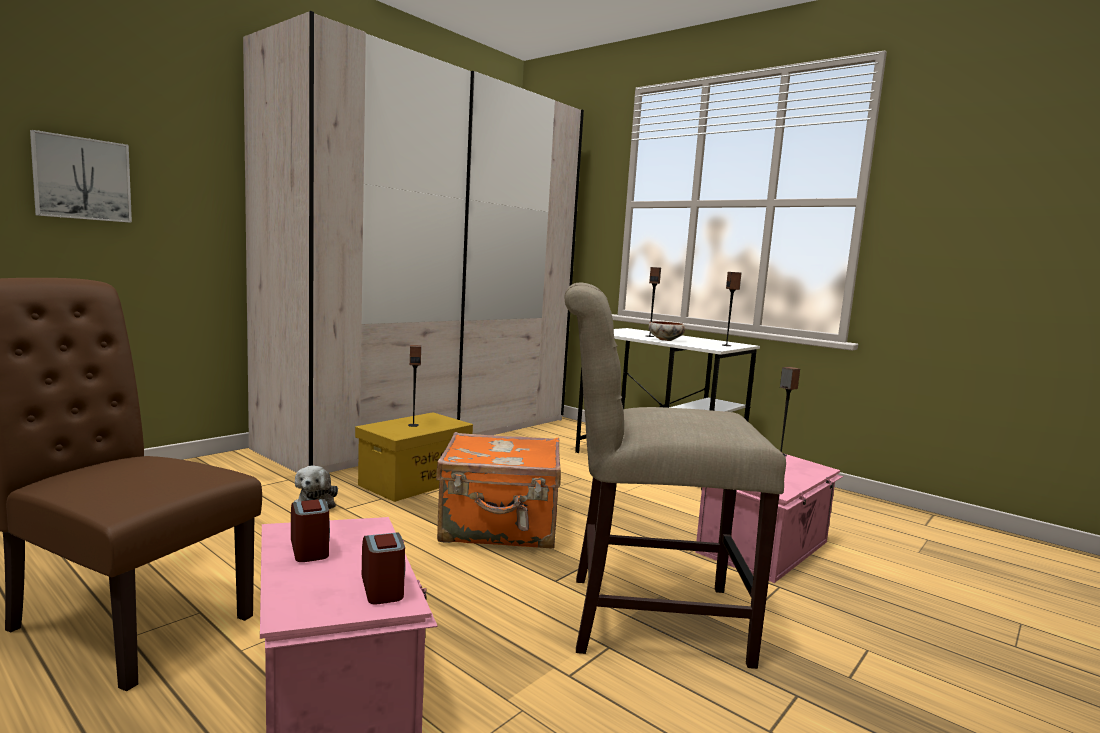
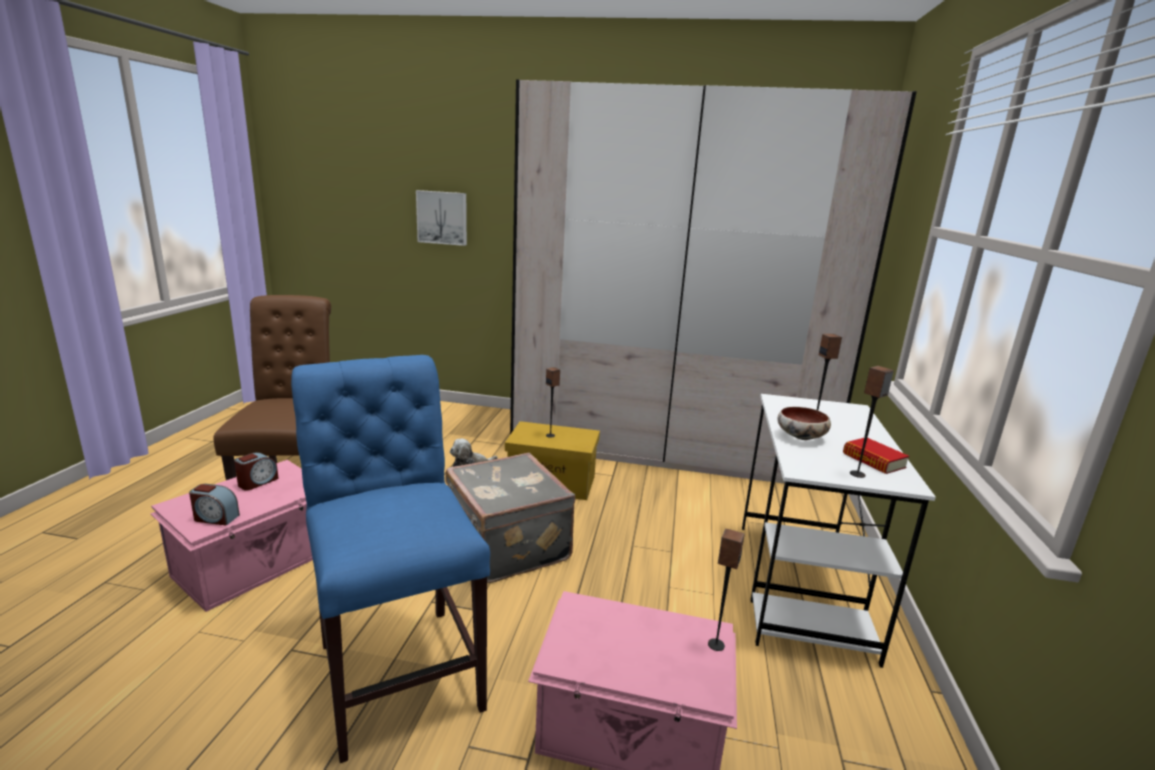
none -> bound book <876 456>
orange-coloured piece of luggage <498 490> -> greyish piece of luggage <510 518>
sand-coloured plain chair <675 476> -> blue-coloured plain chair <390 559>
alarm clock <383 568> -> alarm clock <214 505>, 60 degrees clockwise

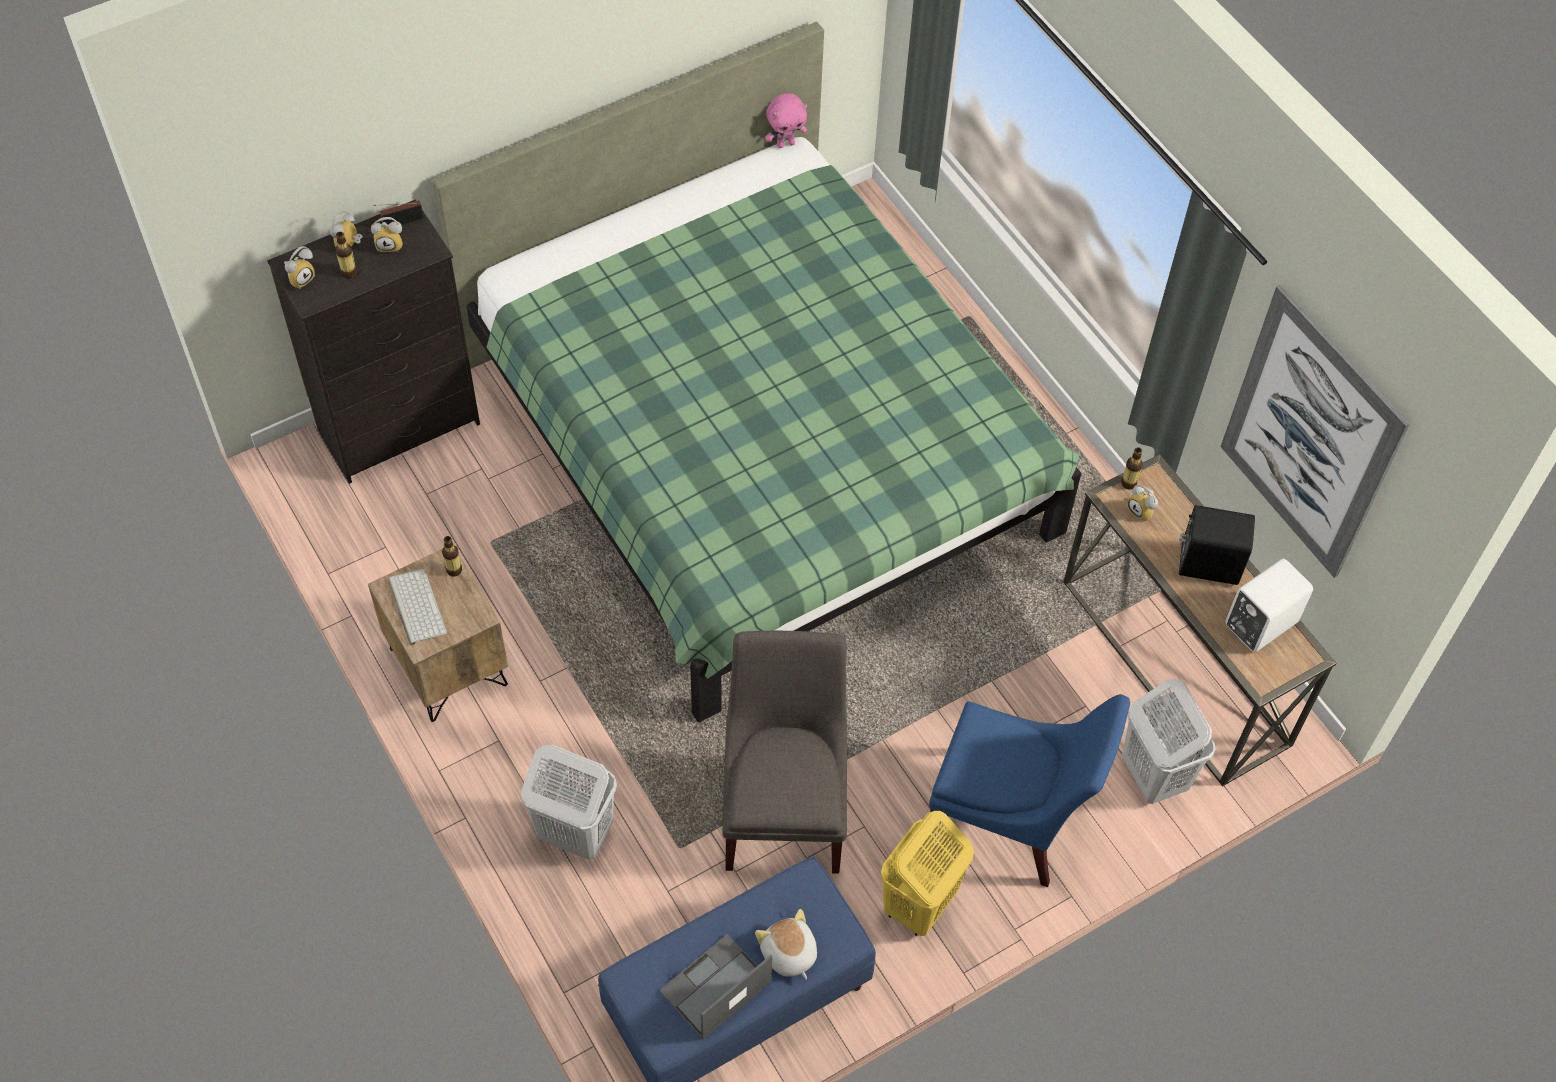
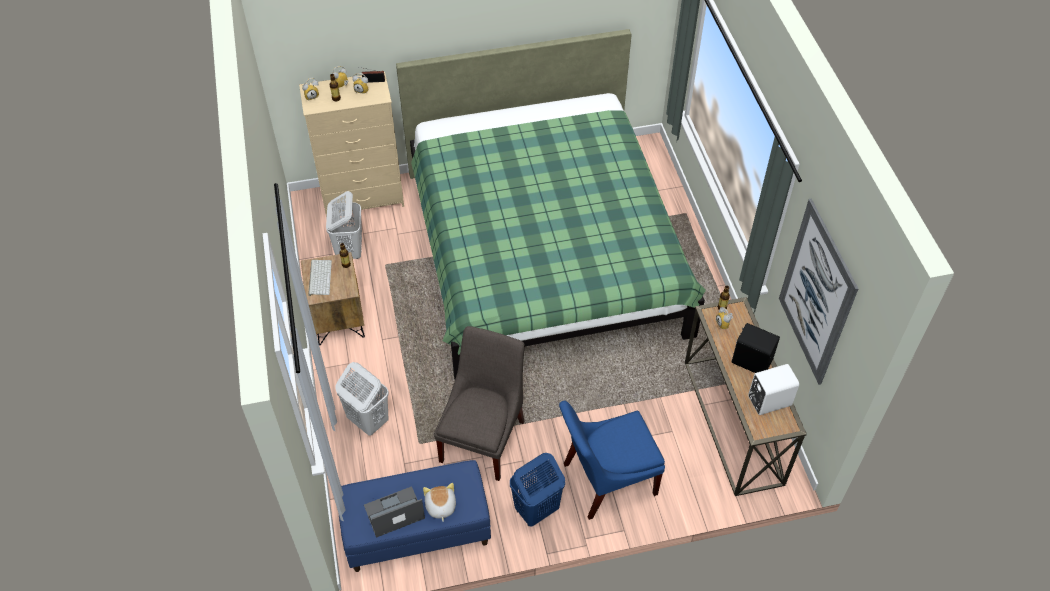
pink soft toy <786 120> -> none
white laundry basket <1168 741> -> white laundry basket <344 225>, move
black-coloured drawer chest <373 341> -> sand-coloured drawer chest <351 144>
yellow laundry basket <927 873> -> blue-coloured laundry basket <537 490>
blue-coloured plain chair <1029 790> -> blue-coloured plain chair <612 460>, 120 degrees clockwise

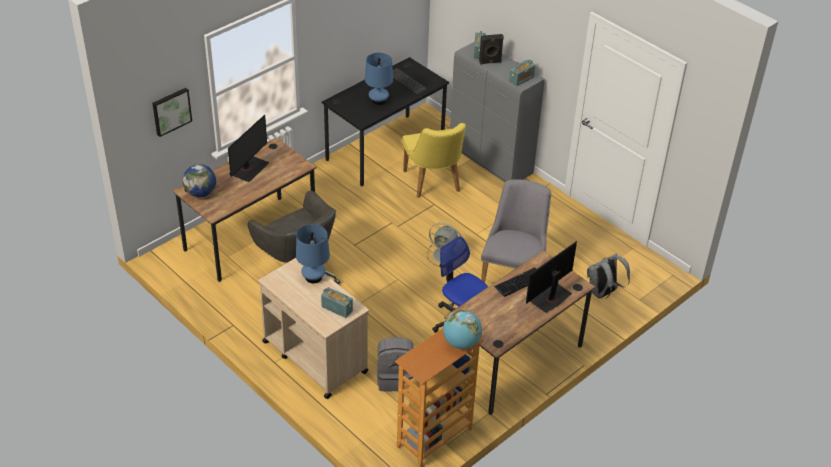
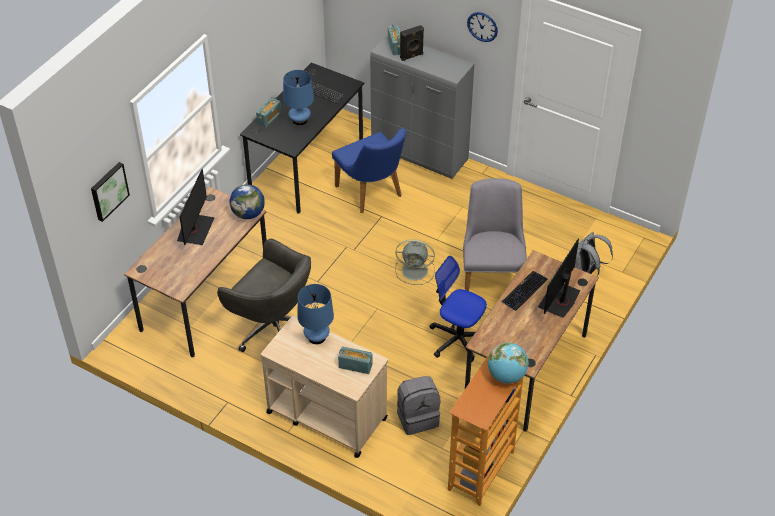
none -> wall clock <482 27>
world globe <199 180> -> world globe <246 201>, move
radio set <522 73> -> radio set <268 112>, move
yellow plain chair <434 160> -> blue-coloured plain chair <369 170>

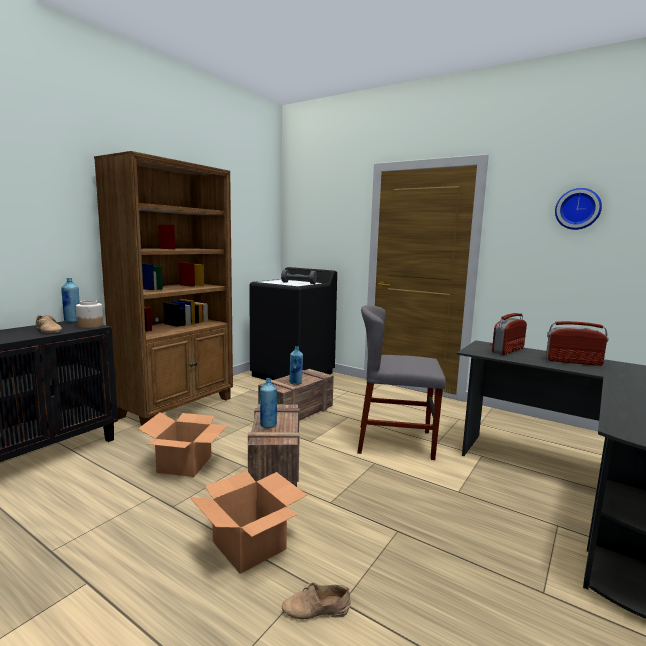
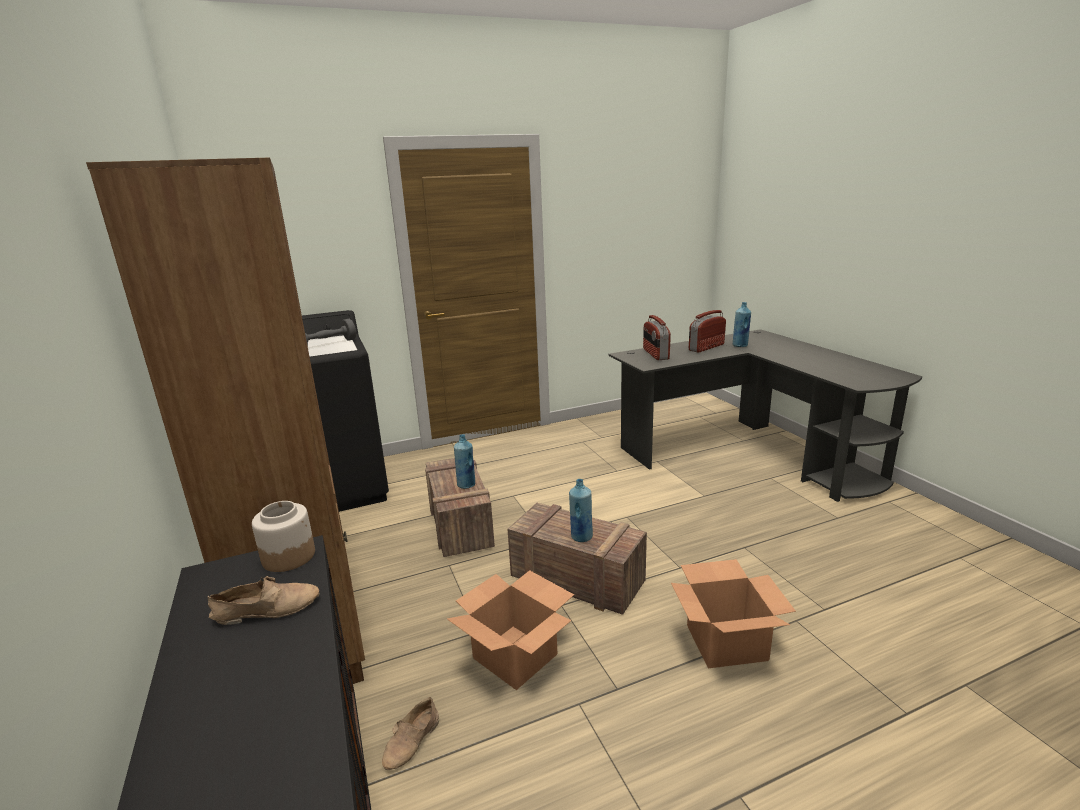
greyish plain chair <401 382> -> none
wall clock <578 209> -> none
blue-coloured bottle <70 300> -> blue-coloured bottle <742 324>, move
sand-coloured shoe <316 601> -> sand-coloured shoe <410 733>, move

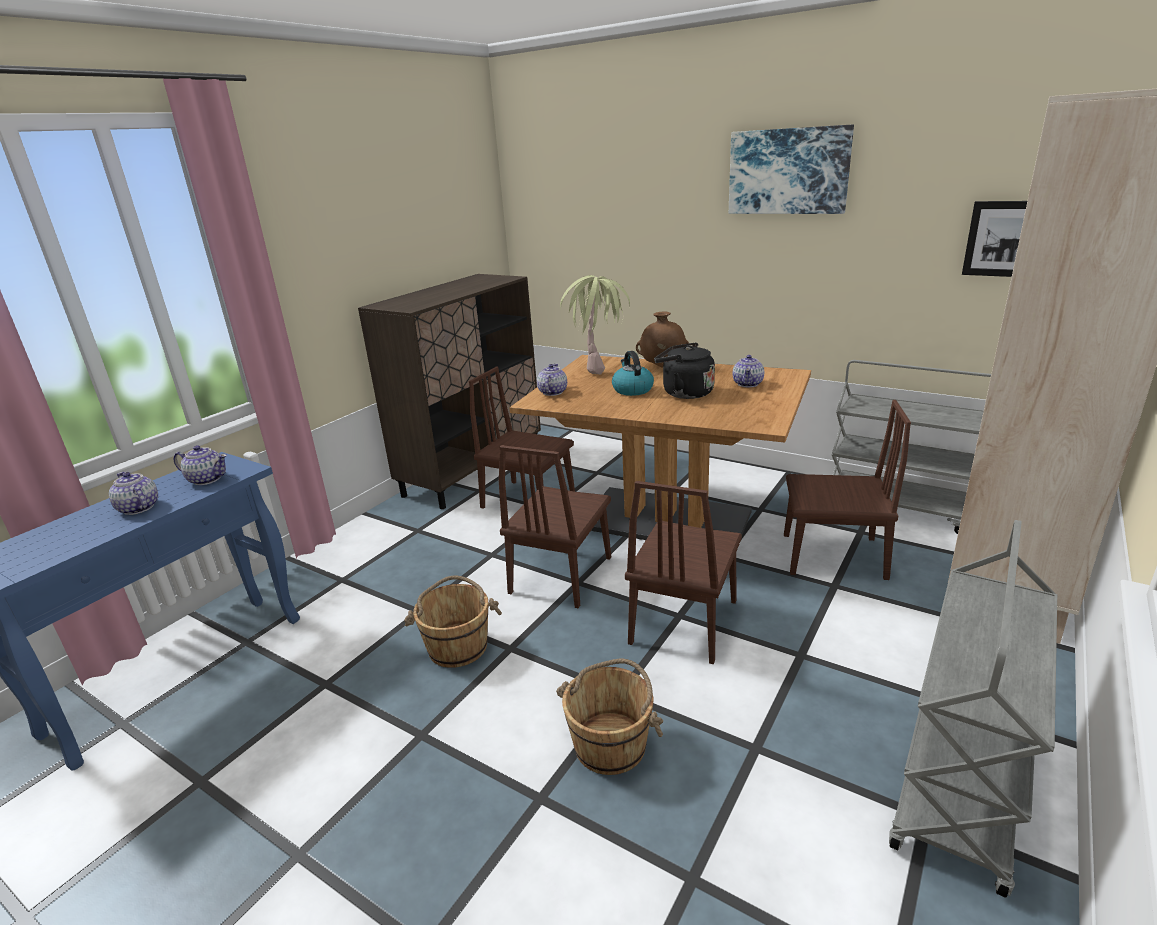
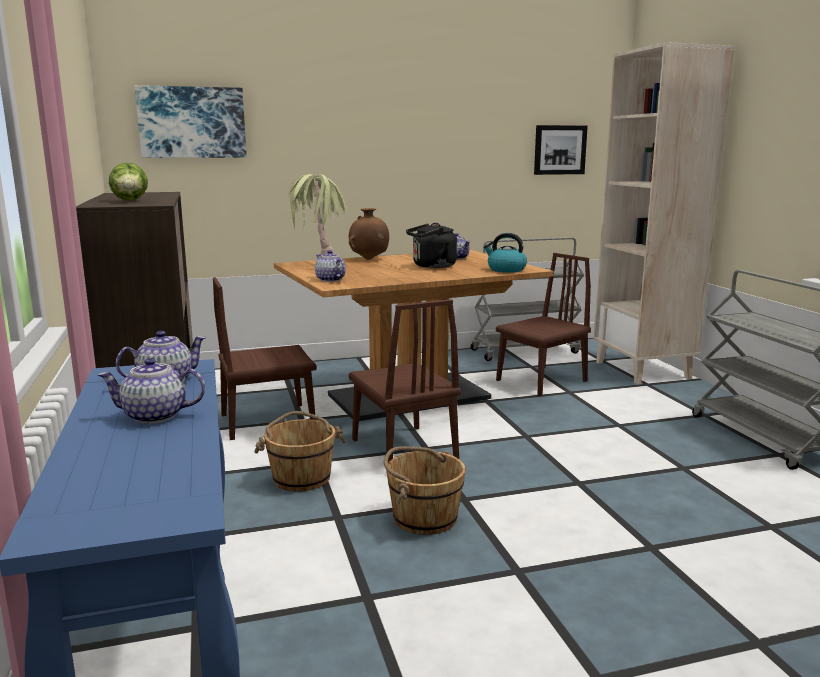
brown-coloured plain chair <683 572> -> none
none -> head of lettuce <128 182>
brown-coloured water bucket <609 717> -> brown-coloured water bucket <300 451>, move
tea kettle <633 373> -> tea kettle <505 253>, move
picture <791 169> -> picture <191 121>, move

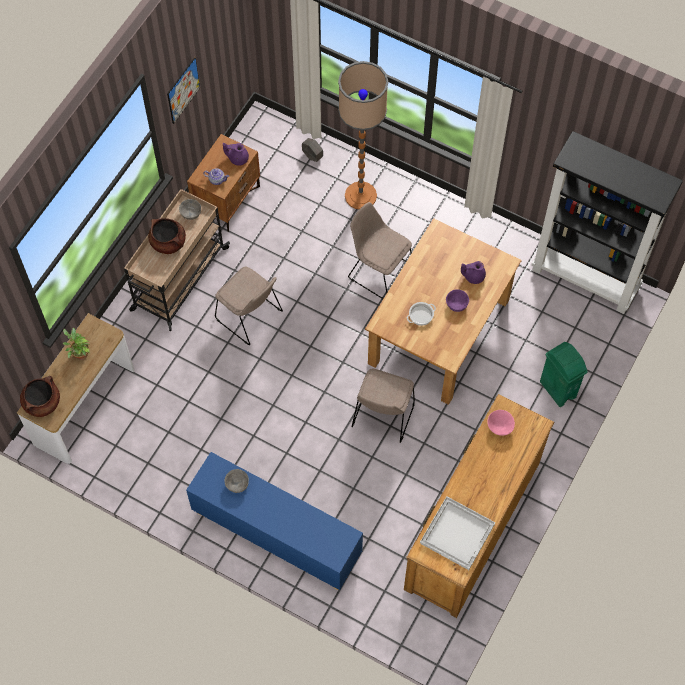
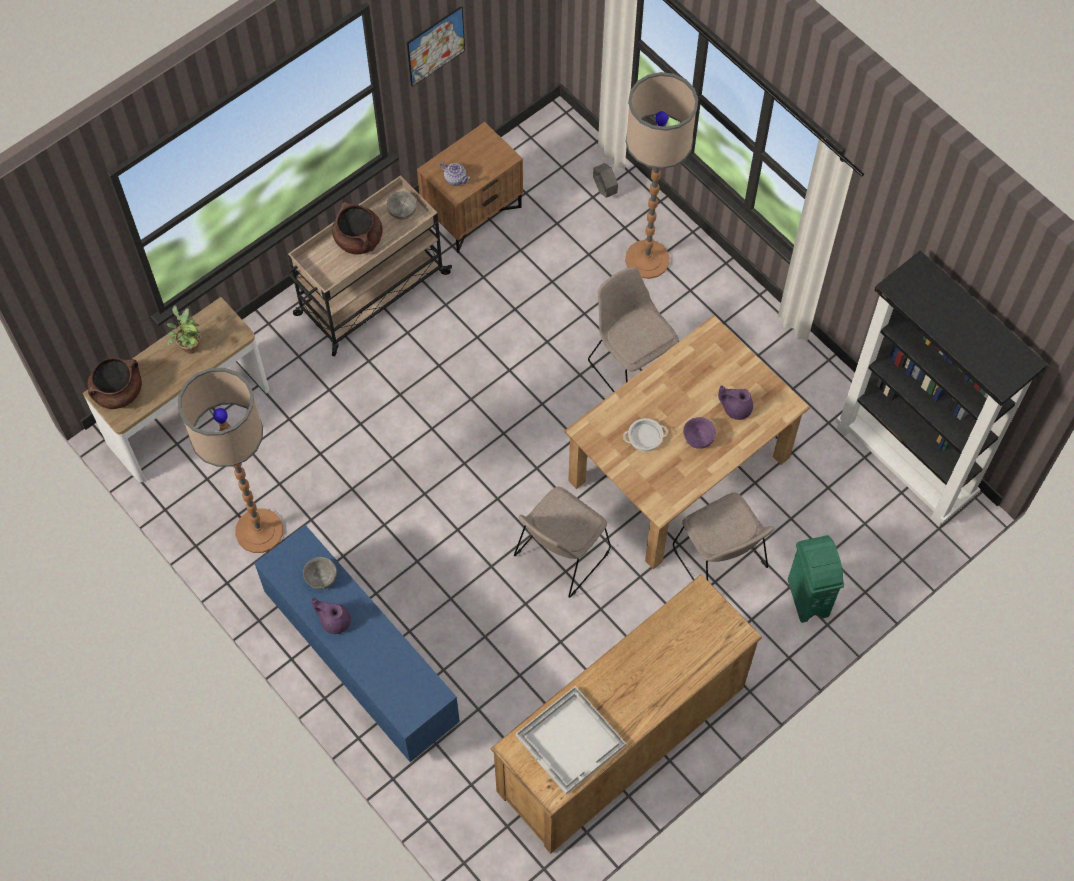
pink deep dish <501 423> -> none
none -> standing lamp <230 460>
sand-coloured plain chair <249 306> -> sand-coloured plain chair <723 536>, move
purplish tea pot <236 154> -> purplish tea pot <331 616>, move

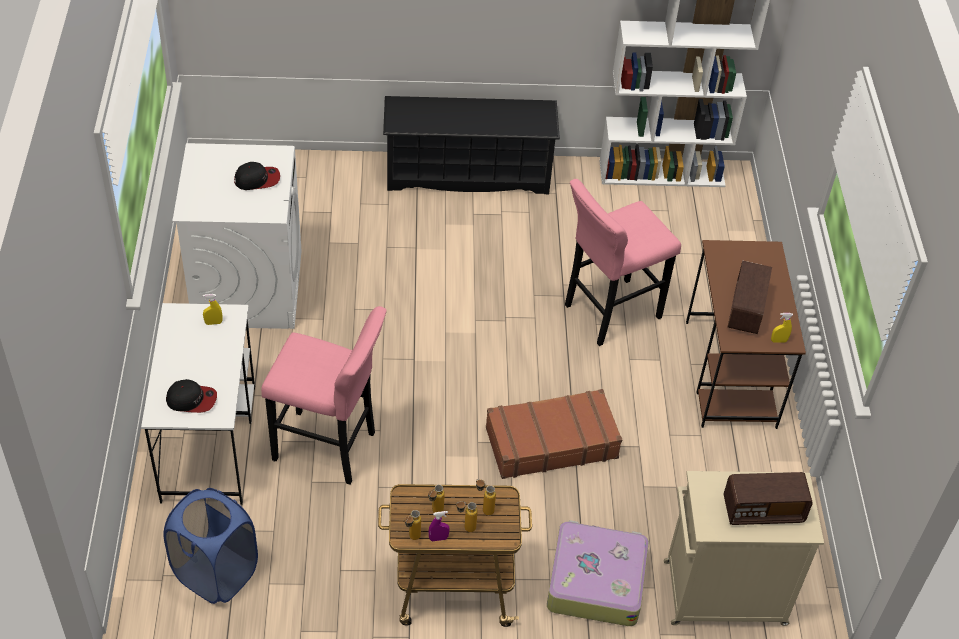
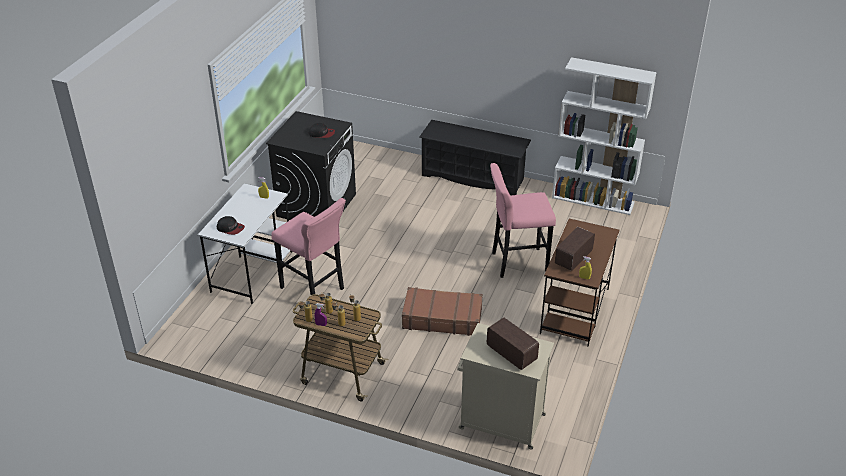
blue-coloured laundry basket <210 546> -> none
piece of luggage <598 573> -> none
white laundry appliance <237 236> -> black-coloured laundry appliance <311 165>
radio set <768 498> -> radio set <513 344>, 150 degrees counterclockwise

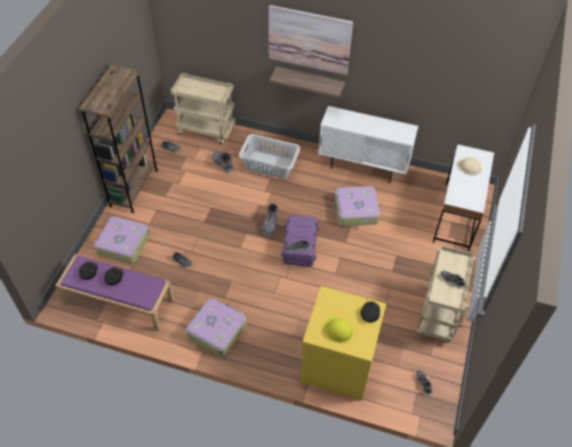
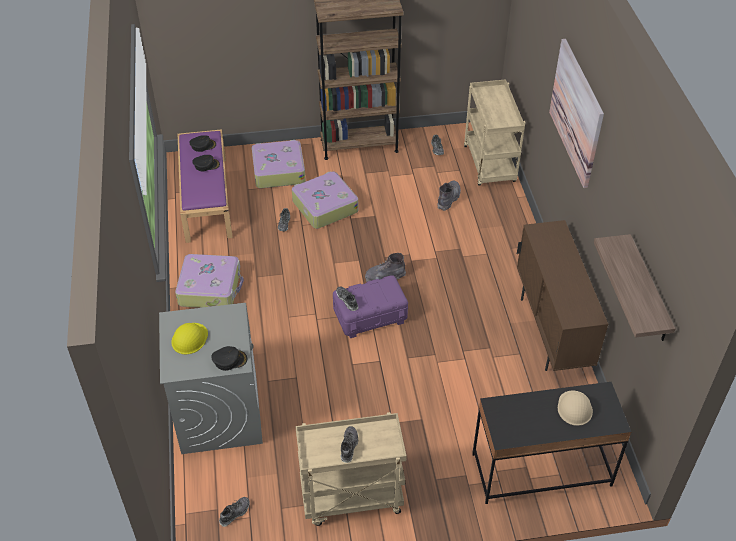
greyish laundry basket <269 156> -> none
shelf <307 82> -> shelf <635 287>, move
piece of luggage <356 206> -> piece of luggage <325 200>, move
yellow laundry appliance <343 343> -> greyish laundry appliance <211 378>
white cabinet <368 144> -> brown-coloured cabinet <562 295>
white desk table <463 198> -> black-coloured desk table <551 443>

